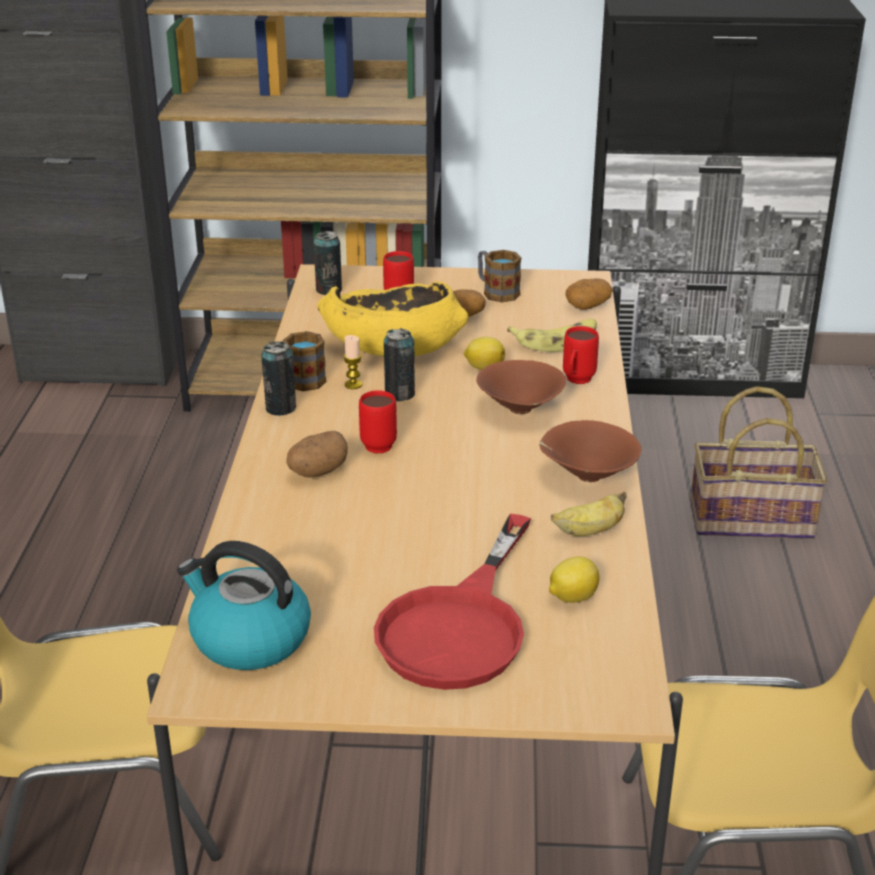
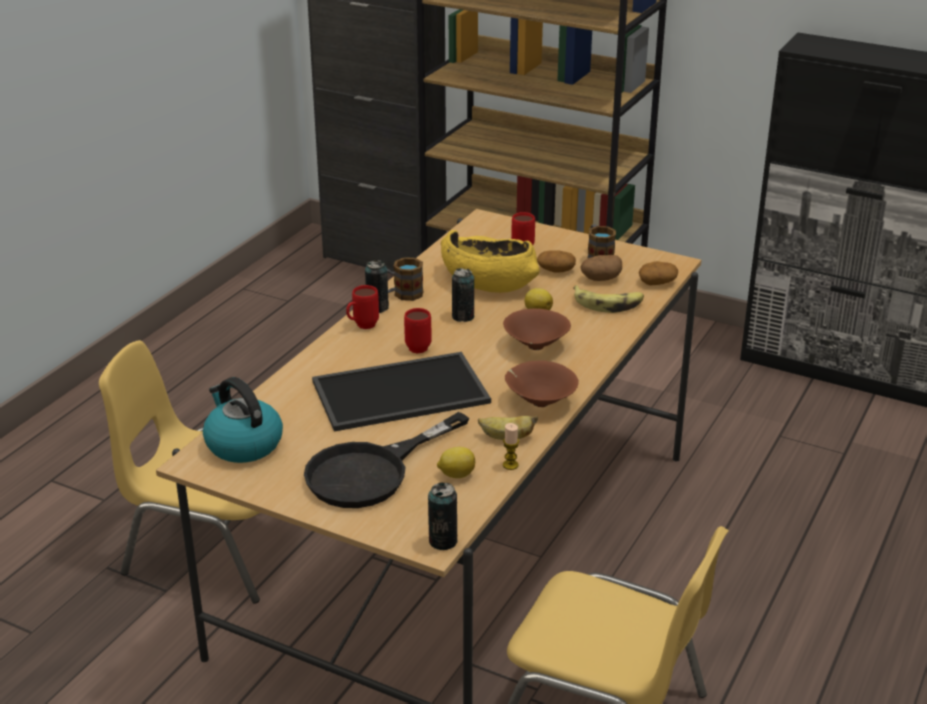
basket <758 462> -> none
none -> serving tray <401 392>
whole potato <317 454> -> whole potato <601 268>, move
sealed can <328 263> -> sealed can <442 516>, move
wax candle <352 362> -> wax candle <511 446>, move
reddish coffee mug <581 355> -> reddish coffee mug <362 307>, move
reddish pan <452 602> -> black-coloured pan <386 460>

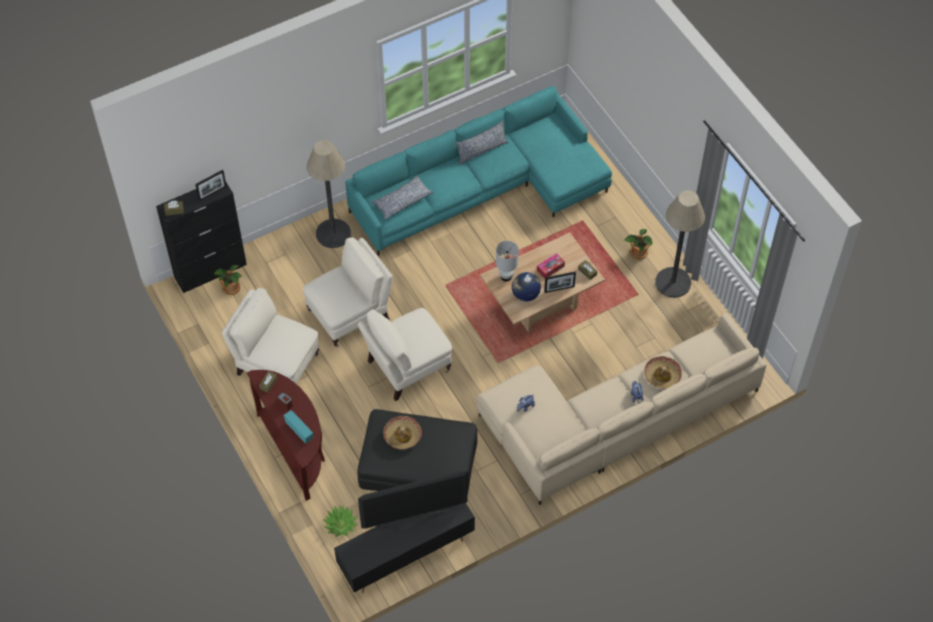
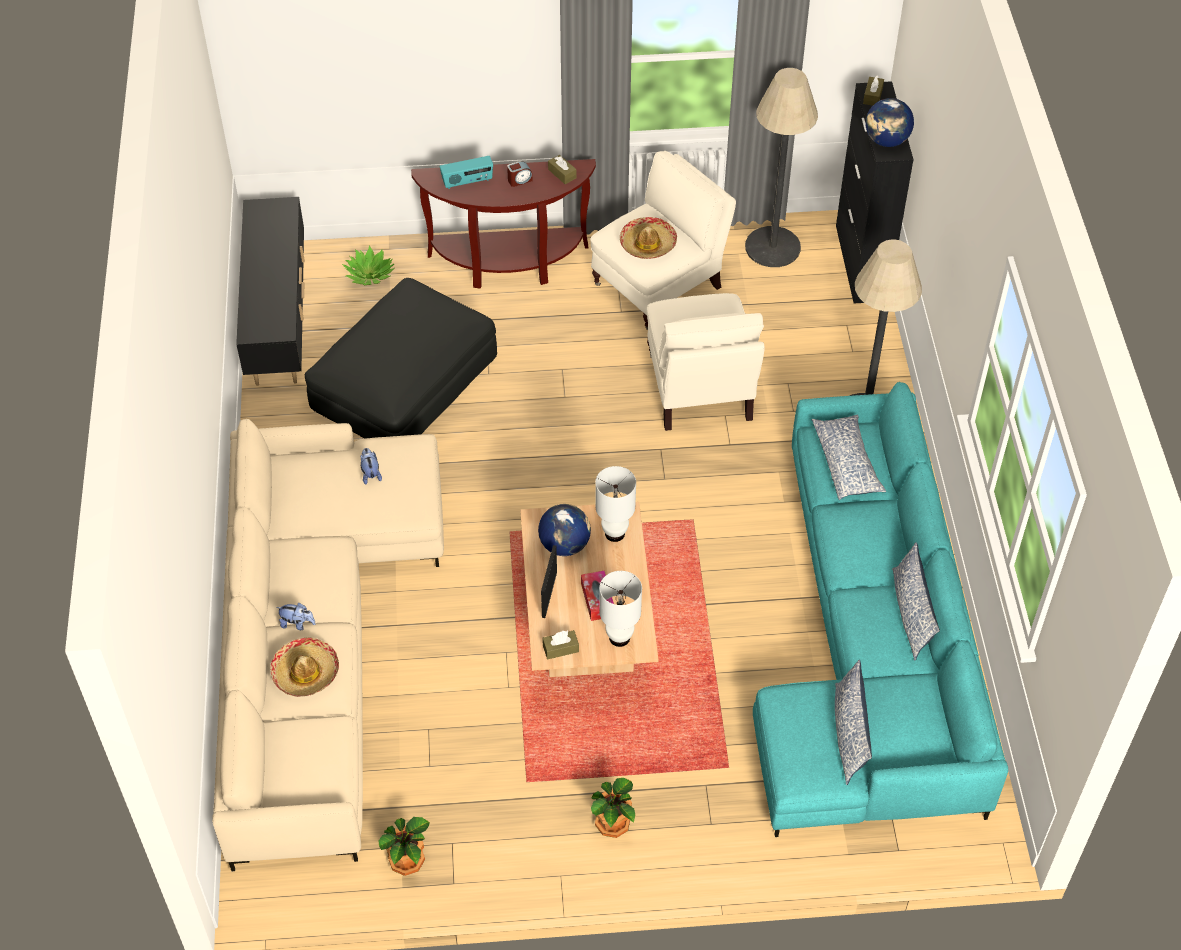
sand-coloured armchair <405 354> -> none
television <413 500> -> none
none -> white lamp for a table <620 609>
none -> pillow <853 722>
potted plant <228 280> -> potted plant <404 846>, move
clothing hat <402 432> -> clothing hat <648 238>, move
standing lamp <680 244> -> standing lamp <781 167>, move
picture frame <211 185> -> world globe <890 122>

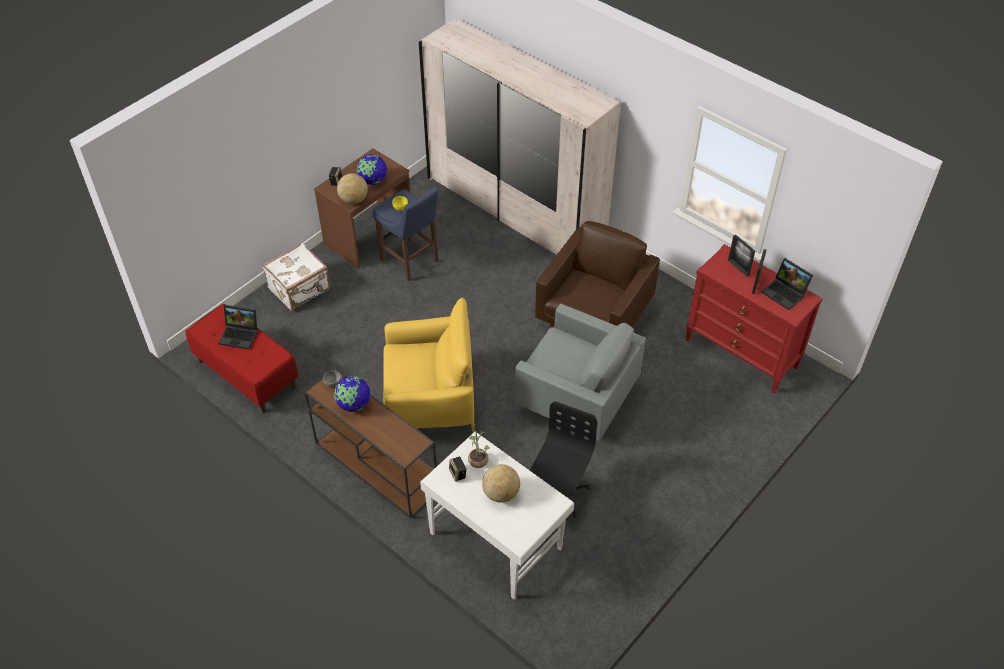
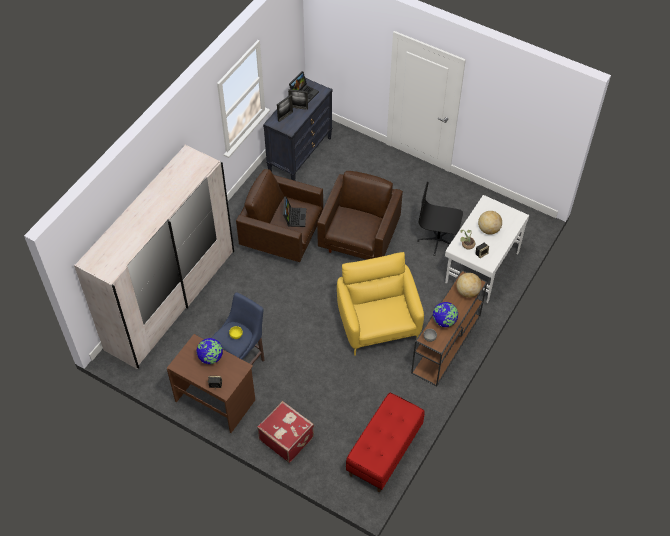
portable computer <238 327> -> portable computer <294 211>, move
world globe <352 188> -> world globe <469 285>, move
white piece of luggage <296 277> -> reddish piece of luggage <285 432>
greyish armchair <580 372> -> brown-coloured armchair <360 215>
reddish drawer chest <754 318> -> black-coloured drawer chest <298 129>

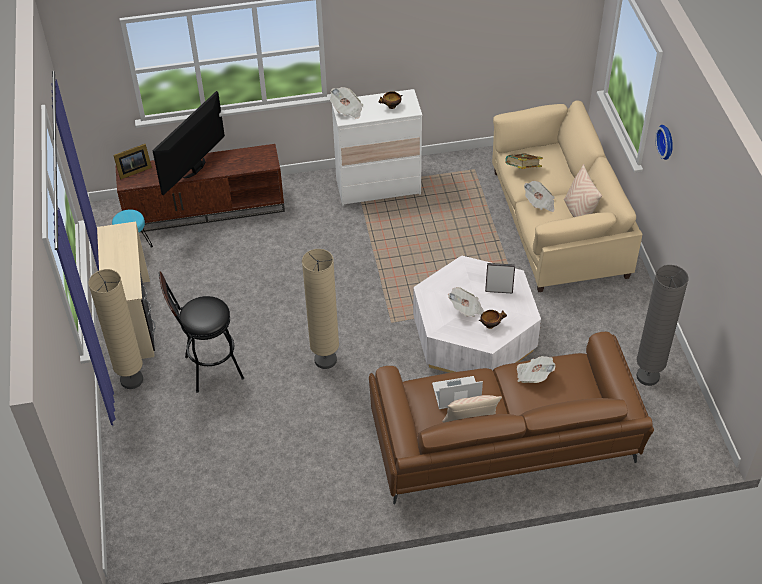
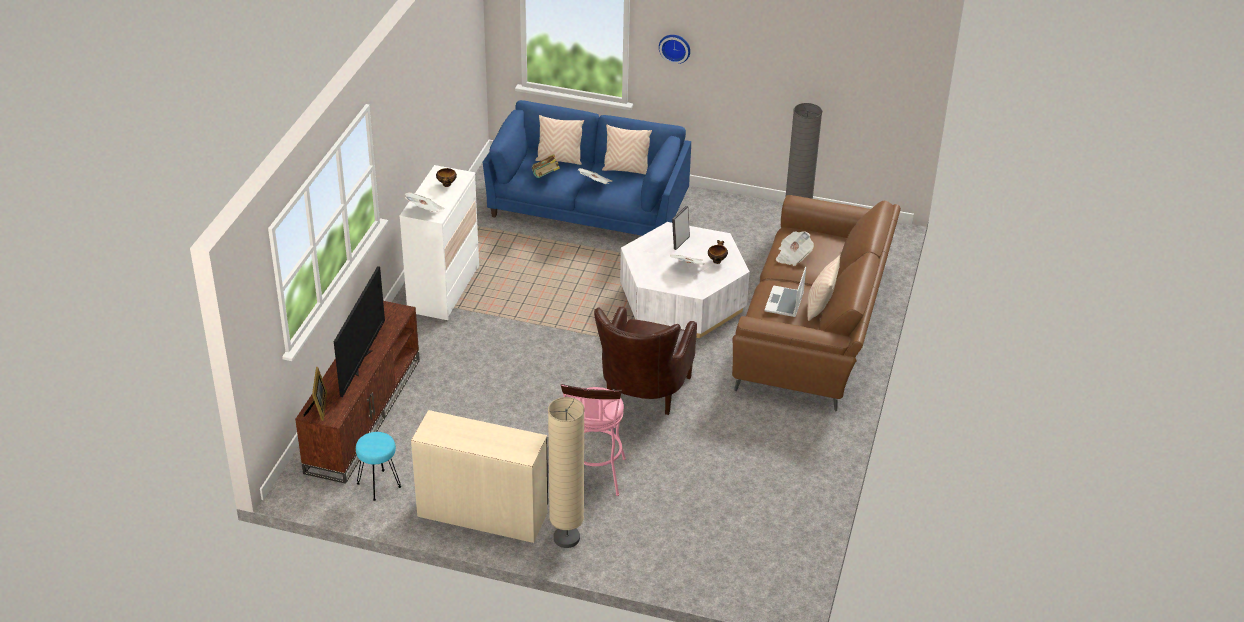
none -> sand-coloured pillow <559 140>
sand-coloured standing lamp <320 309> -> brown-coloured armchair <645 361>
black-coloured sitting stool <201 332> -> pink sitting stool <593 440>
sand-coloured couch <567 196> -> blue-coloured couch <587 168>
television <188 143> -> television <359 331>, 135 degrees counterclockwise

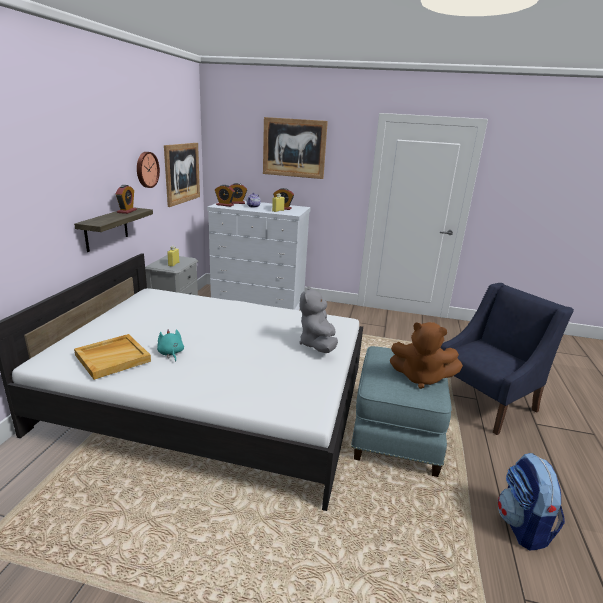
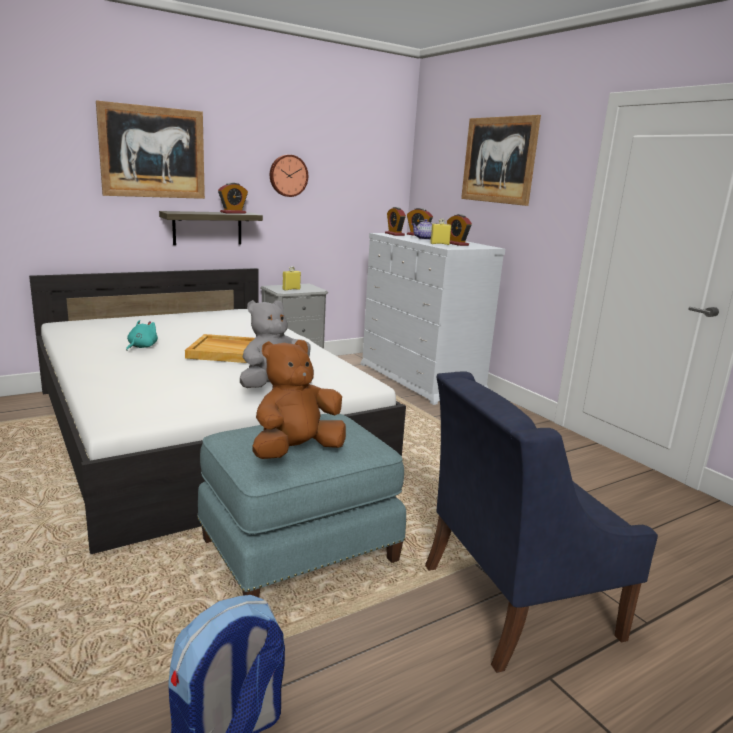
sand-coloured serving tray <112 357> -> sand-coloured serving tray <220 348>, move
picture <182 175> -> picture <150 149>, move
brown-coloured soft toy <426 355> -> brown-coloured soft toy <299 399>, 75 degrees clockwise
blue-coloured armchair <507 359> -> blue-coloured armchair <541 522>, 150 degrees clockwise

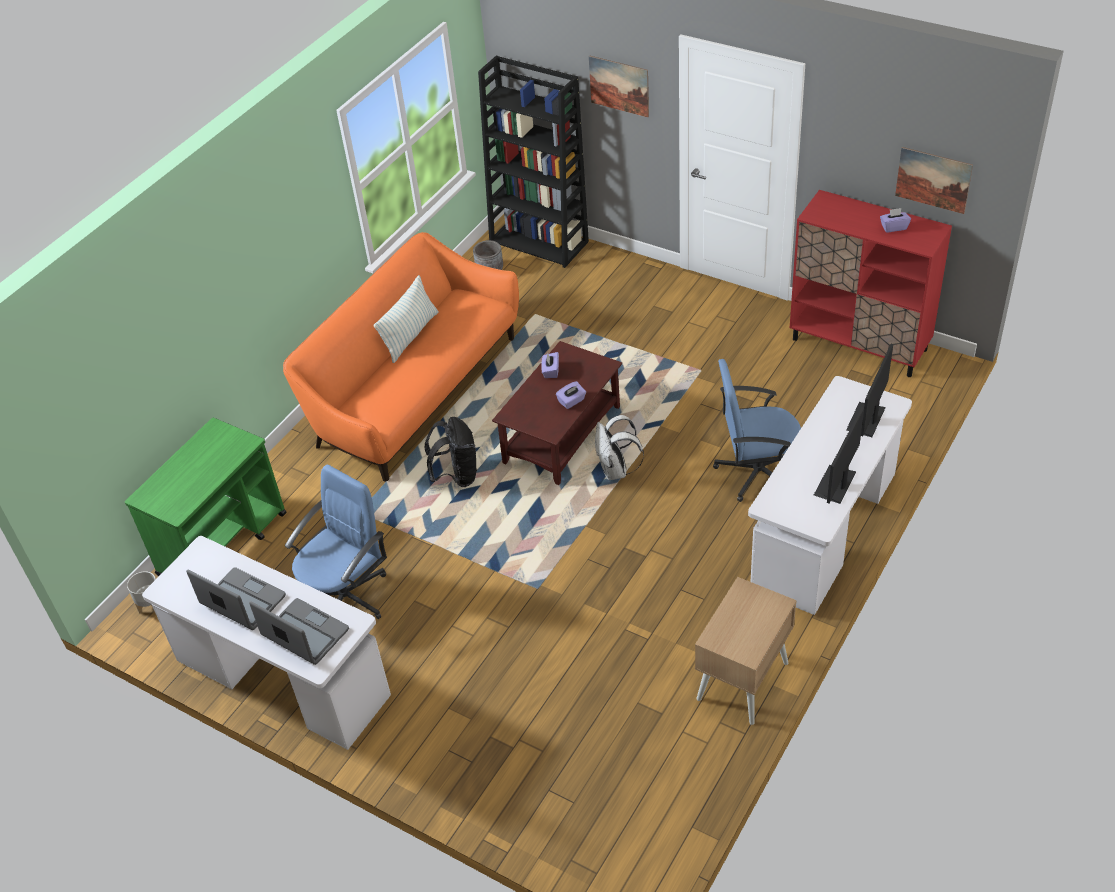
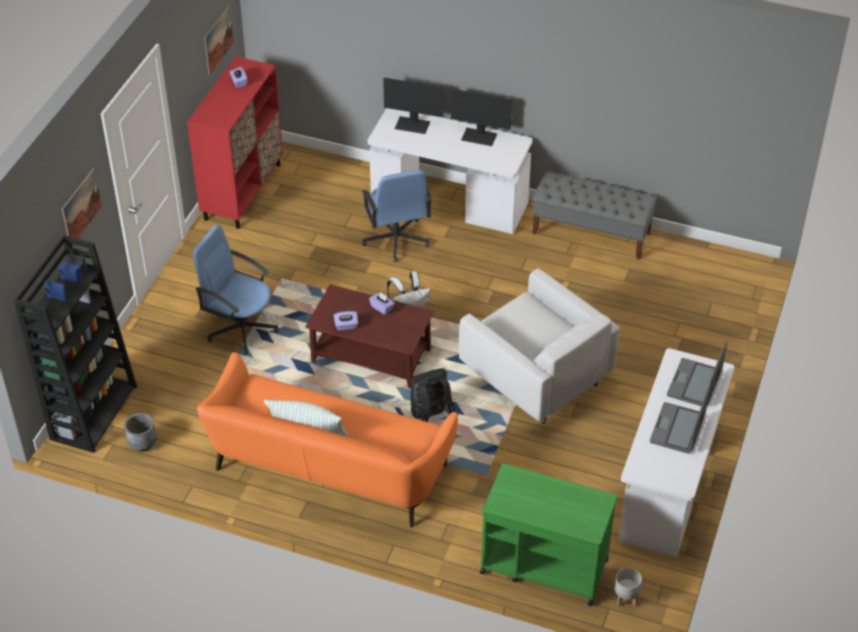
none -> white armchair <539 346>
blue-coloured office chair <336 542> -> blue-coloured office chair <236 289>, move
sand-coloured bedside table <746 651> -> greyish bench <594 215>

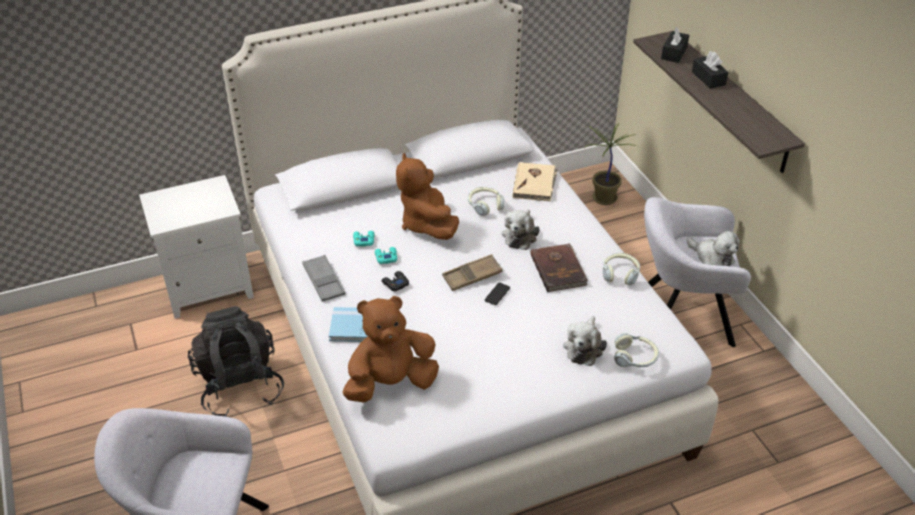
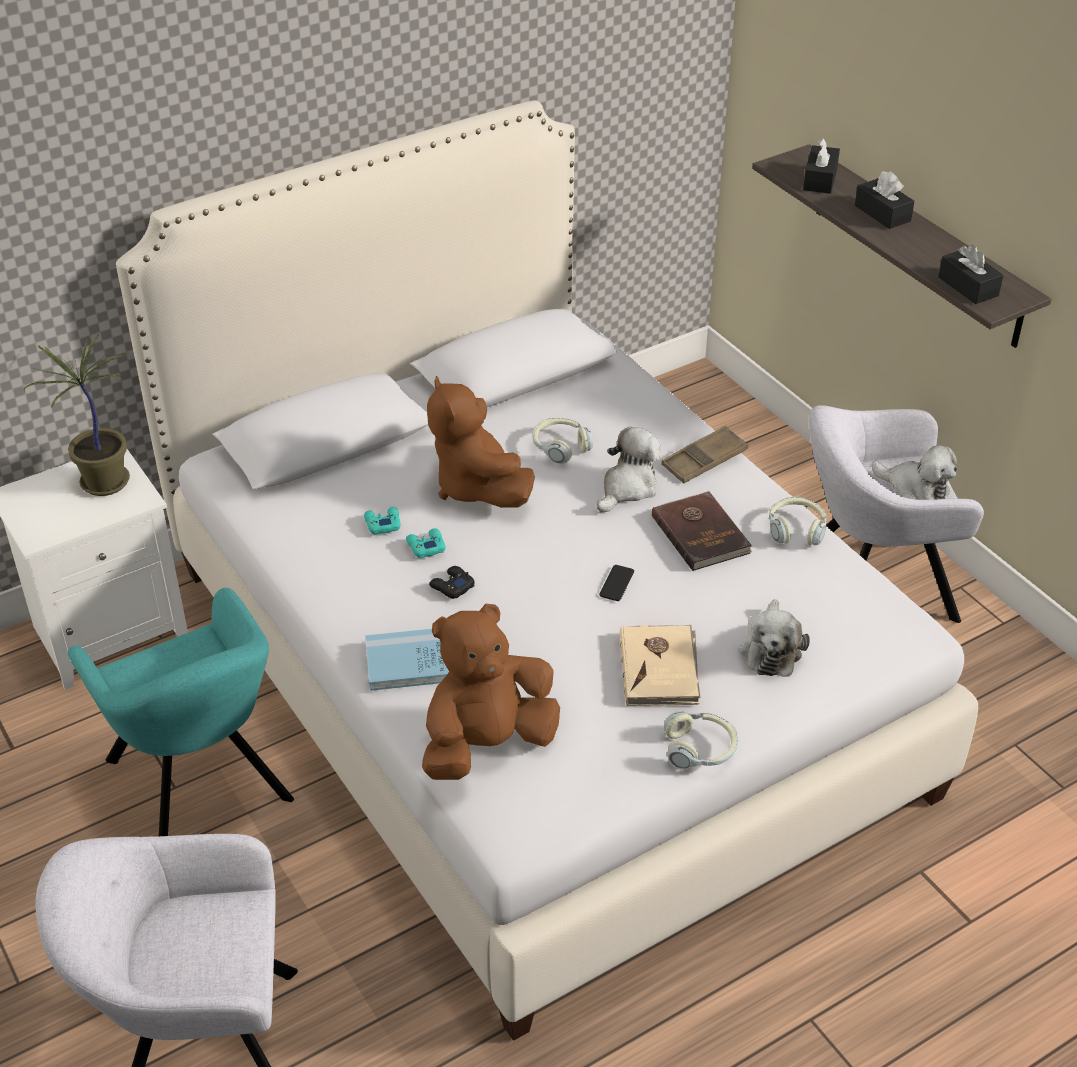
greyish serving tray <323 278> -> none
none -> black-coloured tissue box <970 274>
brown-coloured serving tray <472 272> -> brown-coloured serving tray <704 454>, move
sand-coloured bound book <535 181> -> sand-coloured bound book <660 665>, move
potted plant <610 164> -> potted plant <77 414>, move
pair of headphones <636 350> -> pair of headphones <701 740>, move
black-coloured knapsack <236 361> -> blue-green armchair <181 712>
soft toy <520 229> -> soft toy <628 469>, 150 degrees counterclockwise

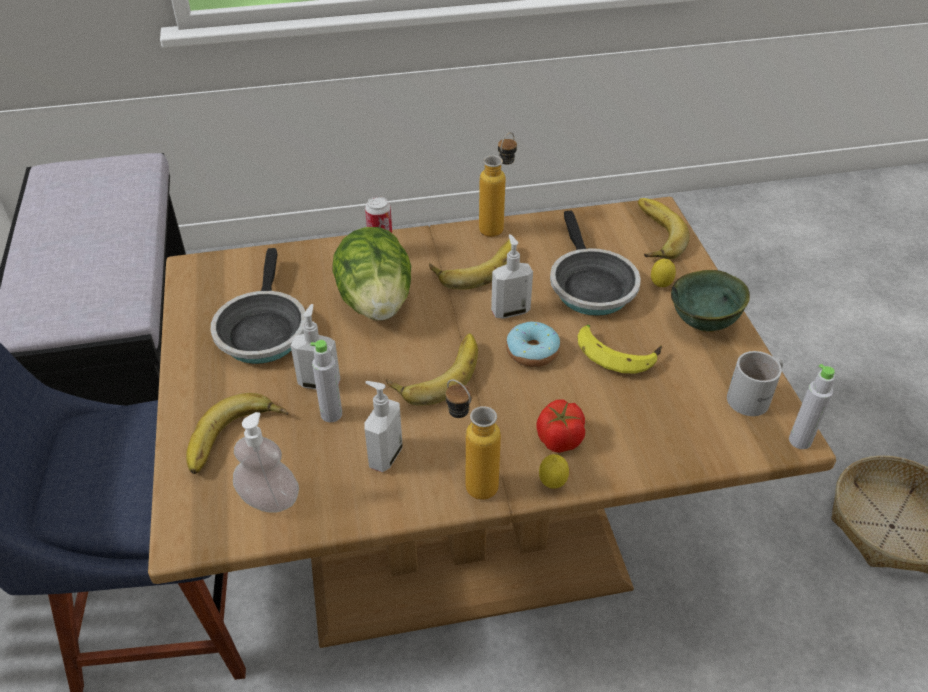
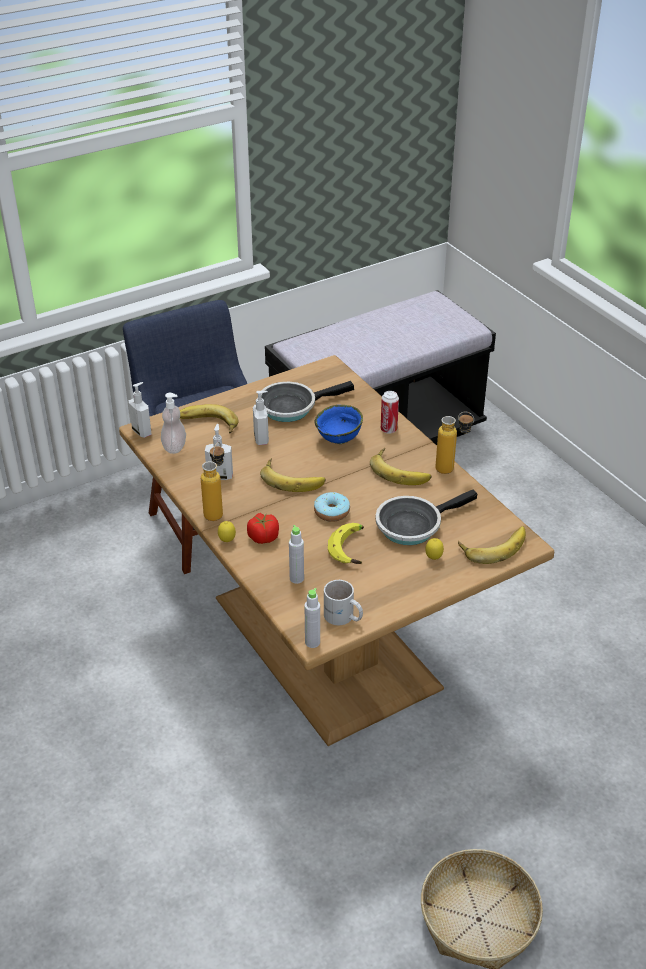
greenish deep dish <710 301> -> none
greyish bottle <326 381> -> greyish bottle <296 554>, move
soap dispenser <512 276> -> soap dispenser <140 410>, move
head of lettuce <371 274> -> blue-coloured deep dish <338 424>

